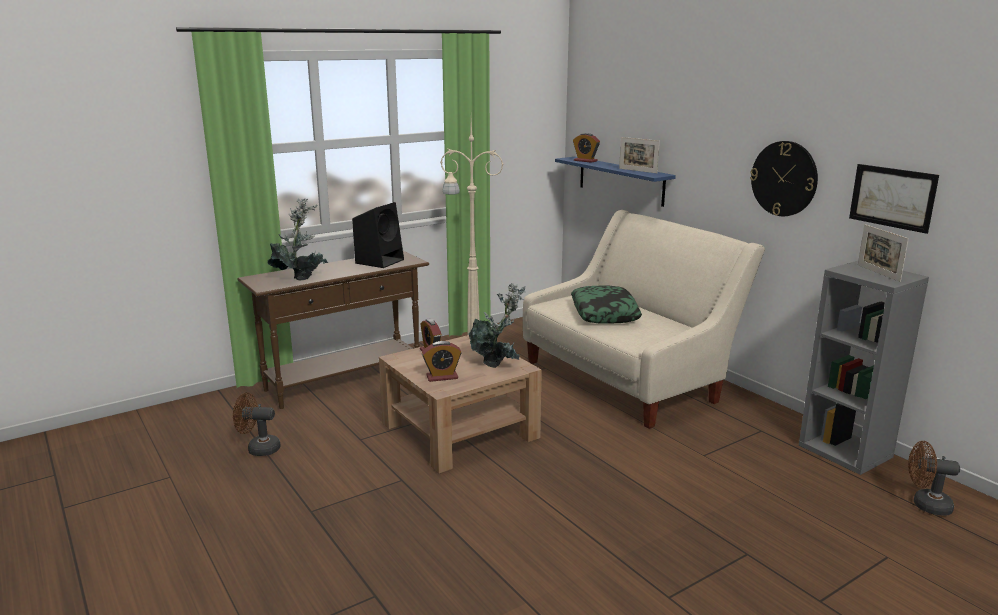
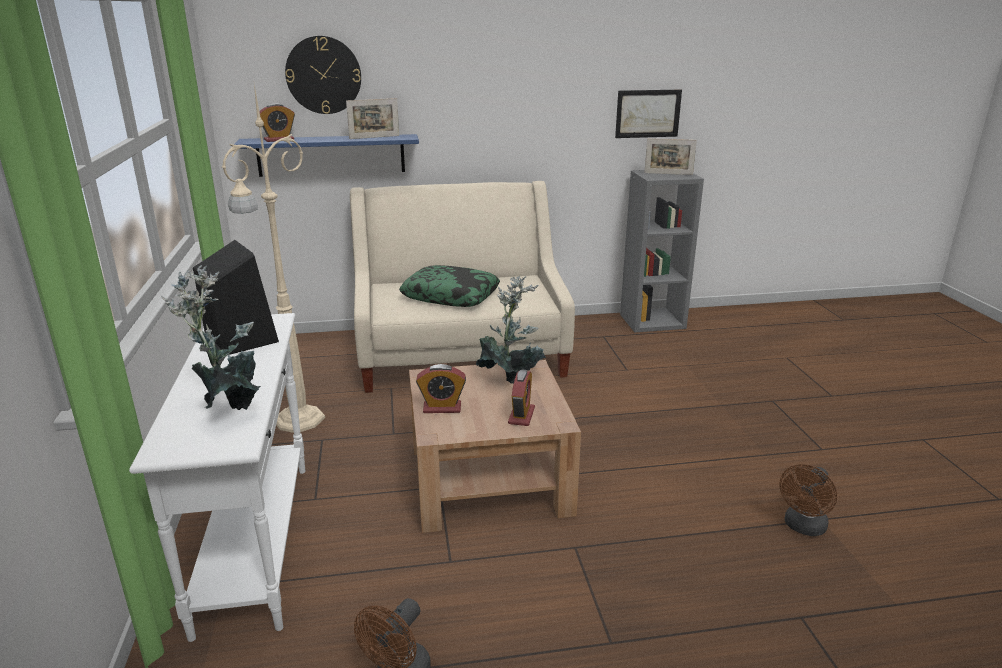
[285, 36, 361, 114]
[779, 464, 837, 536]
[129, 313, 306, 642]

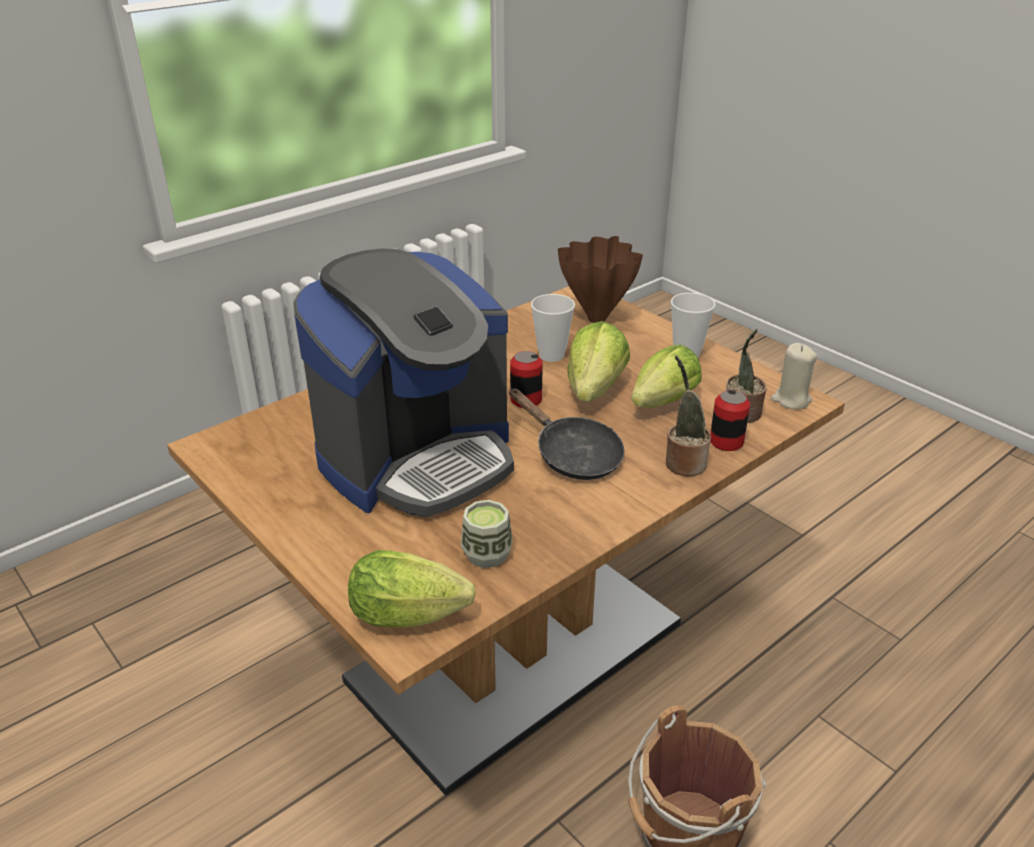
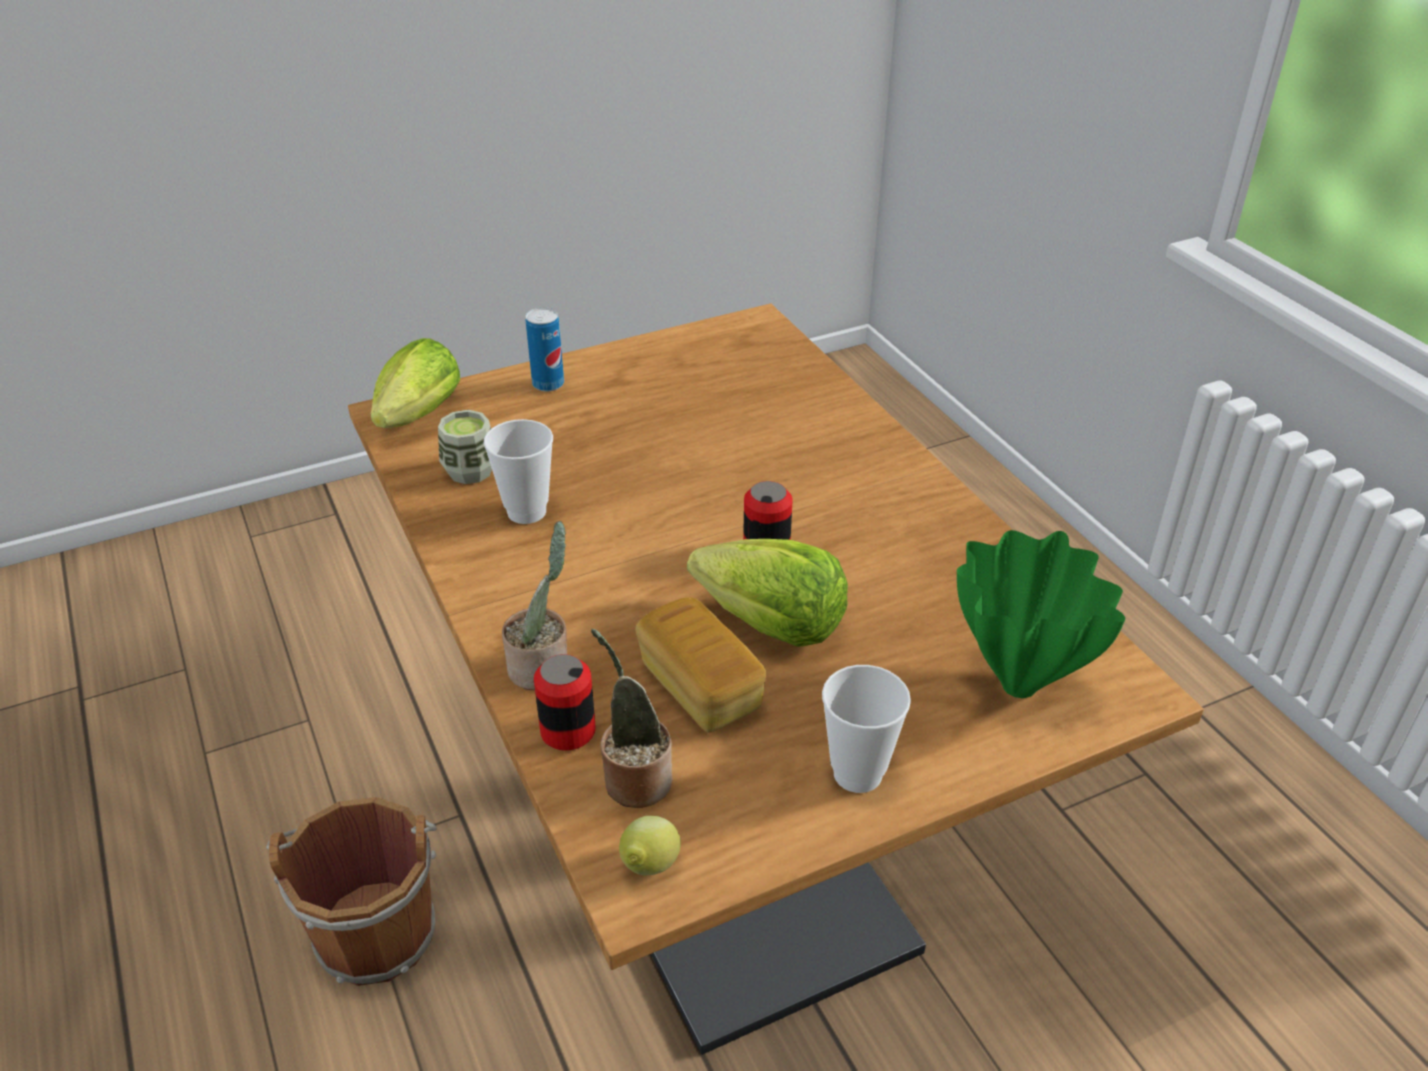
[293, 249, 514, 517] (first image)
[509, 388, 625, 480] (first image)
[526, 307, 564, 392]
[484, 419, 553, 524]
[635, 597, 766, 733]
[619, 816, 681, 875]
[957, 530, 1125, 698]

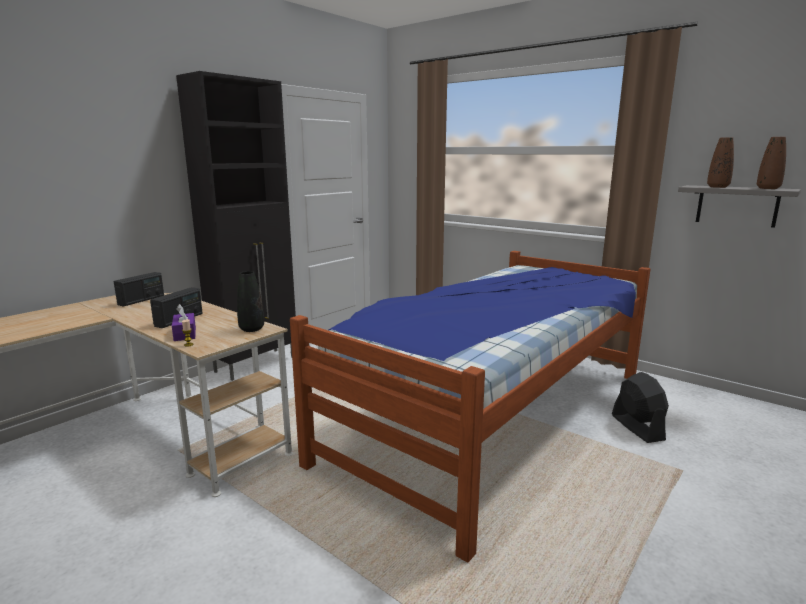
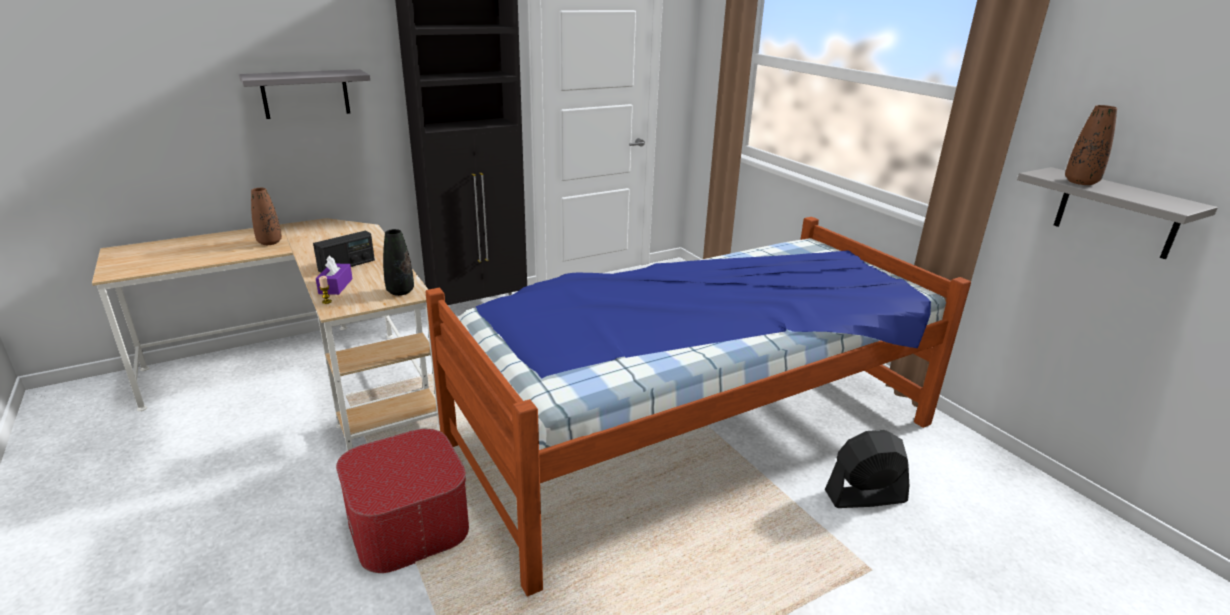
[114, 272, 164, 307] (first image)
[239, 69, 370, 119]
[336, 429, 469, 573]
[251, 188, 282, 245]
[825, 430, 909, 508]

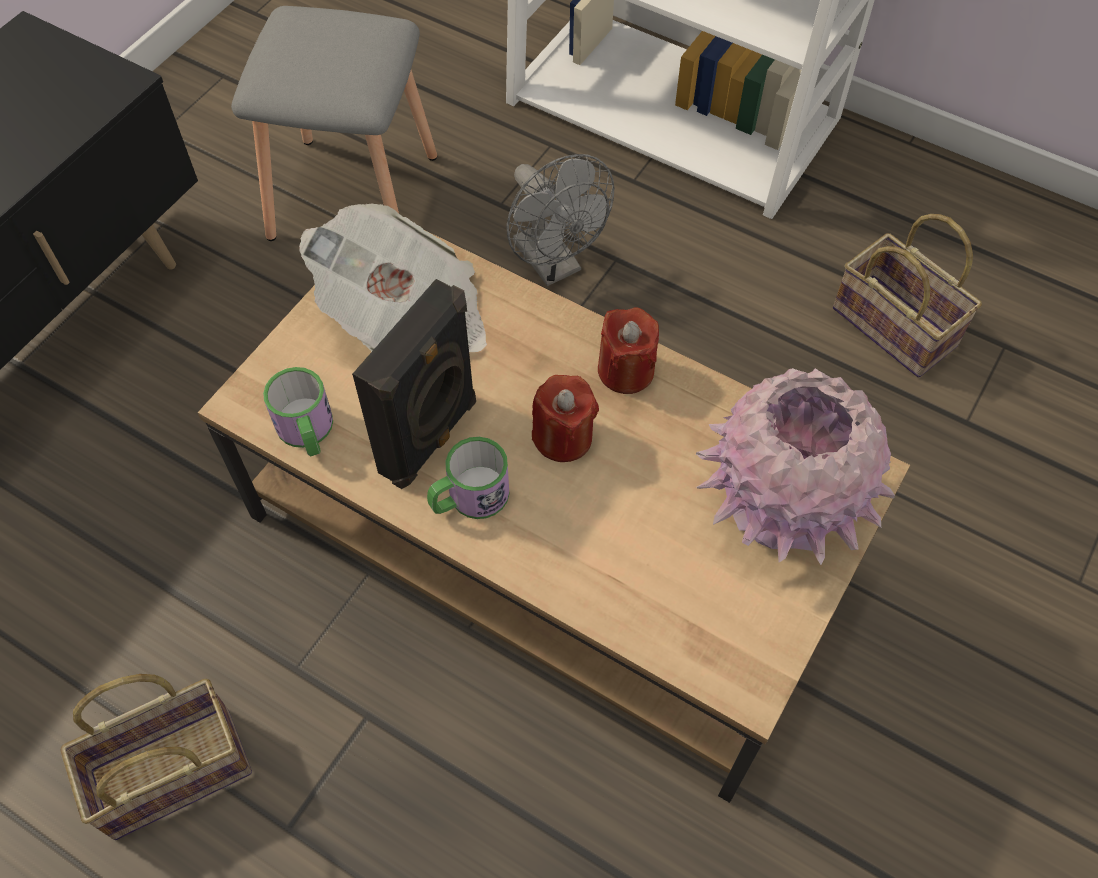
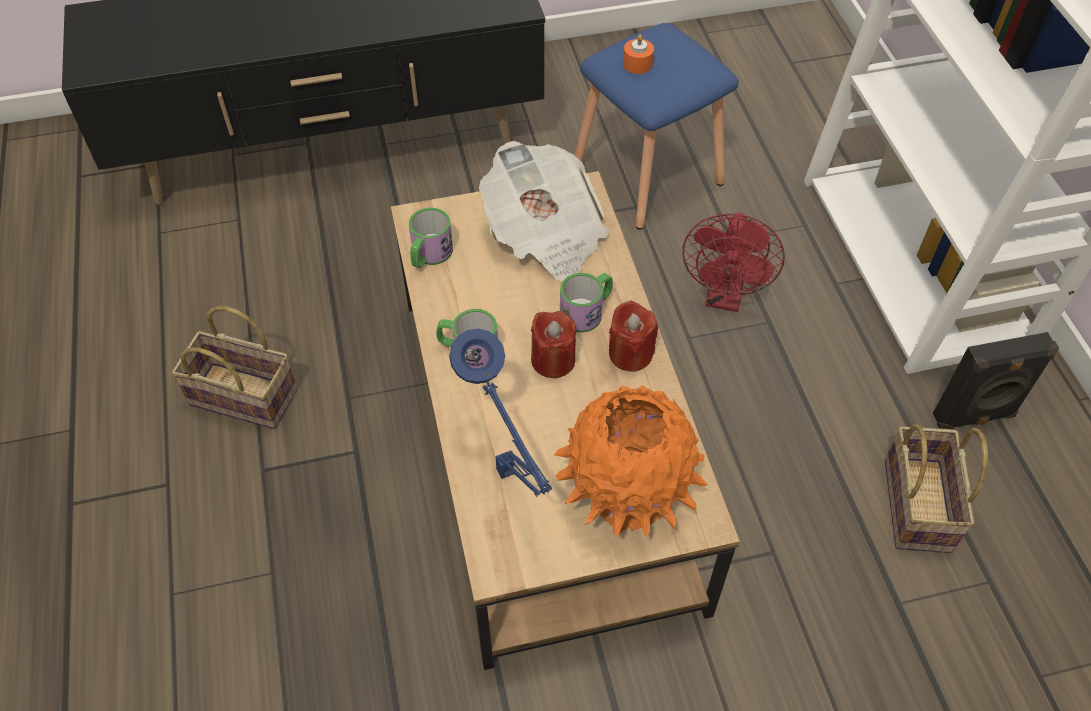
[449, 328, 552, 497]
[560, 273, 613, 333]
[623, 34, 654, 74]
[933, 332, 1059, 429]
[575, 23, 739, 230]
[683, 212, 785, 312]
[554, 386, 708, 538]

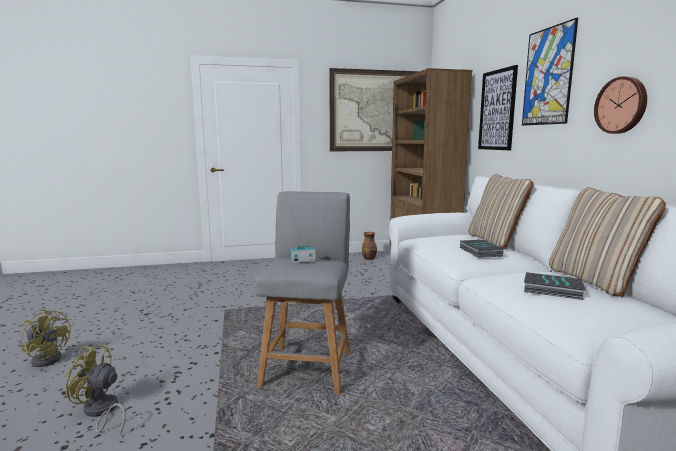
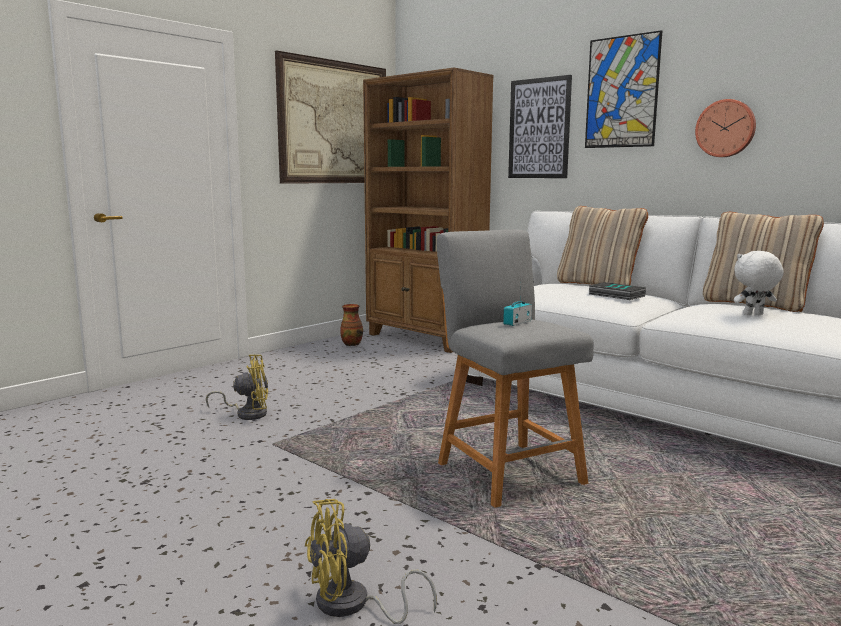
[206, 355, 268, 420]
[734, 251, 784, 315]

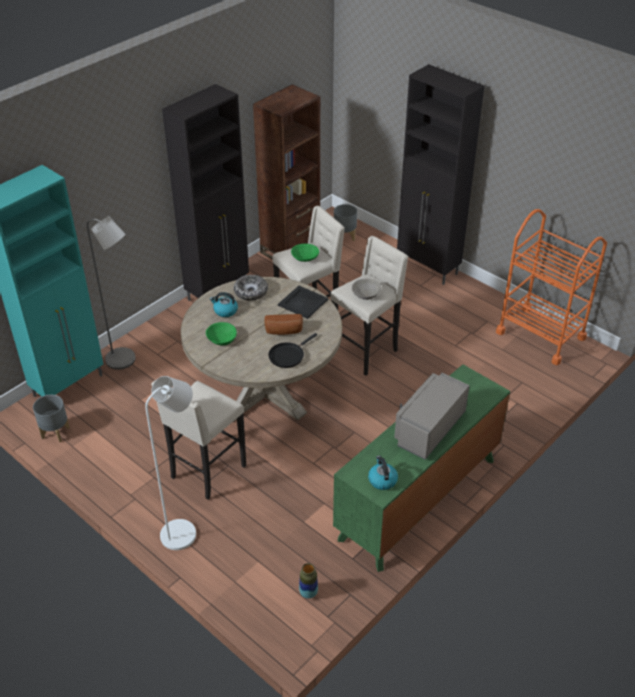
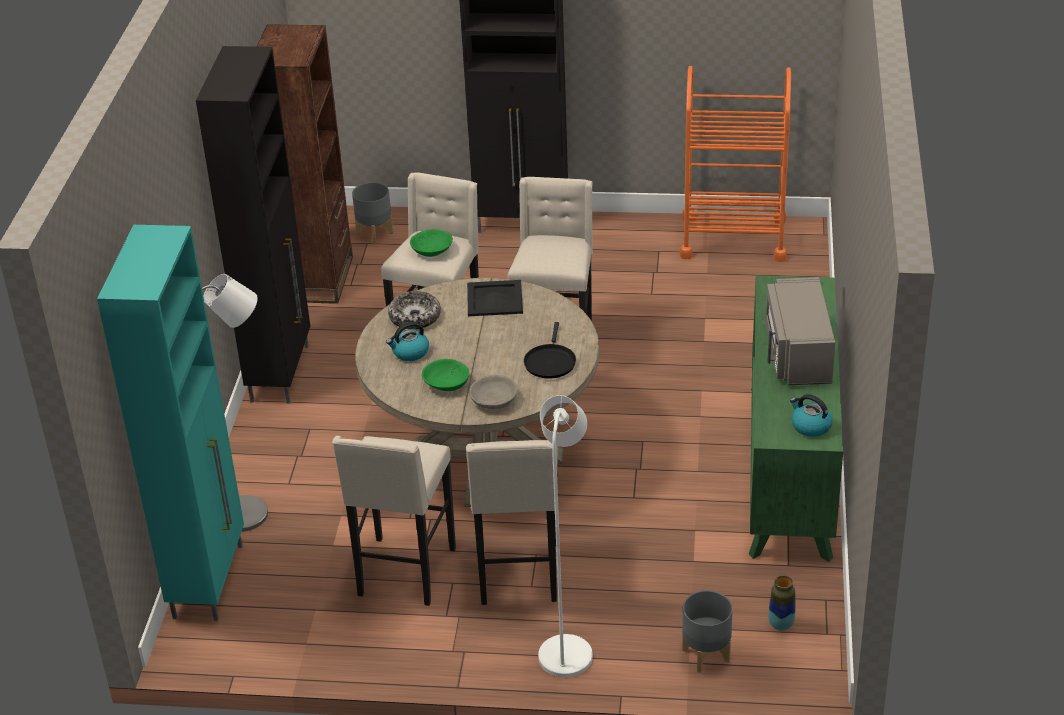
[264, 314, 303, 335] (first image)
[332, 436, 456, 606]
[682, 590, 733, 673]
[469, 375, 517, 409]

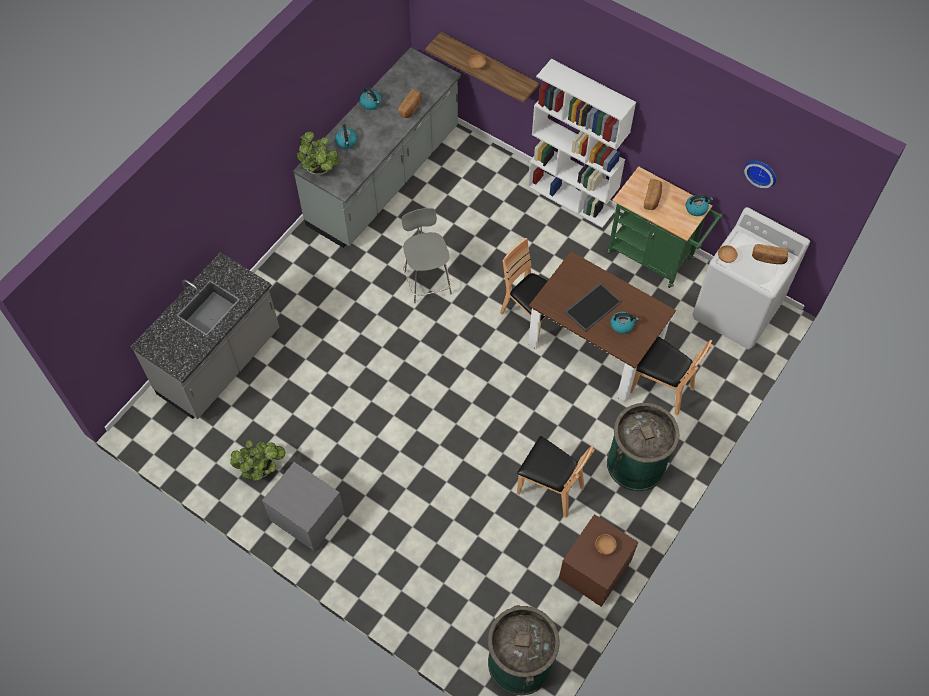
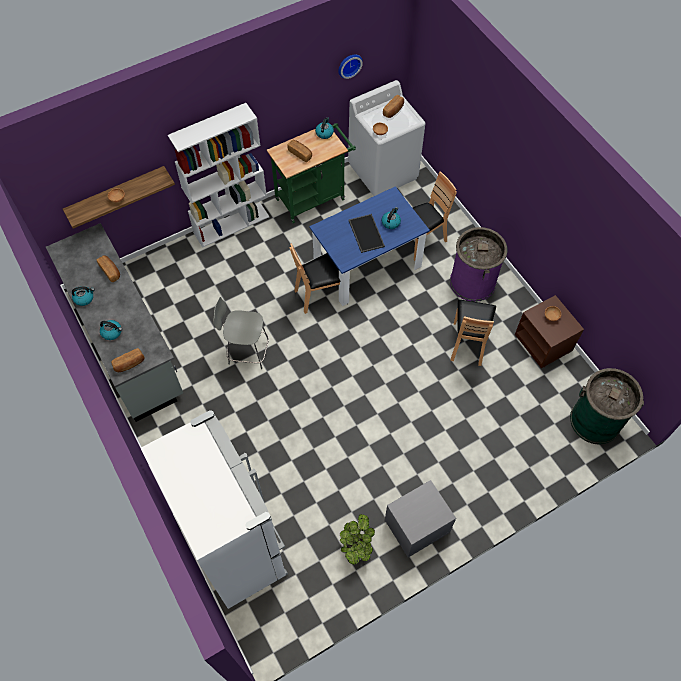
[141, 410, 288, 609]
[111, 348, 145, 372]
[309, 186, 430, 306]
[450, 227, 508, 302]
[450, 300, 496, 366]

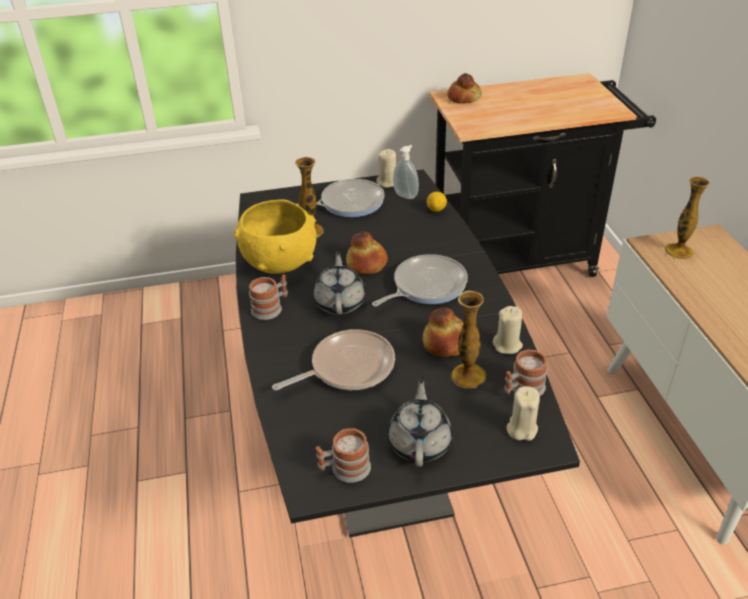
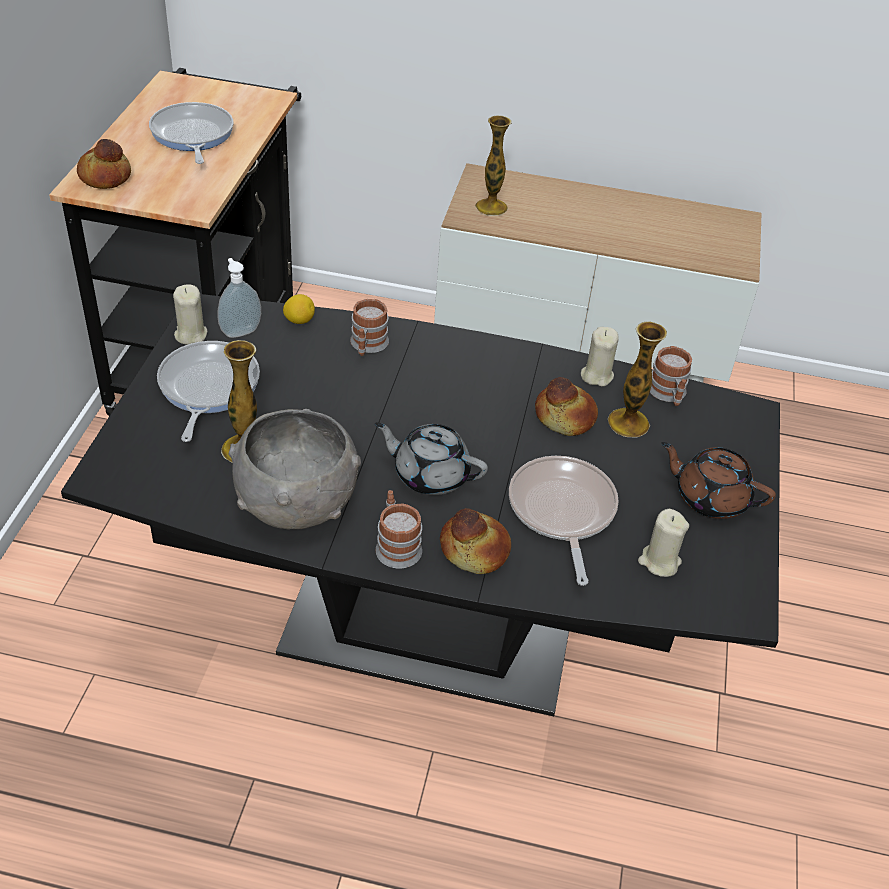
[350, 299, 389, 356]
[440, 508, 511, 574]
[149, 102, 234, 164]
[638, 509, 689, 577]
[228, 409, 361, 530]
[661, 442, 776, 519]

